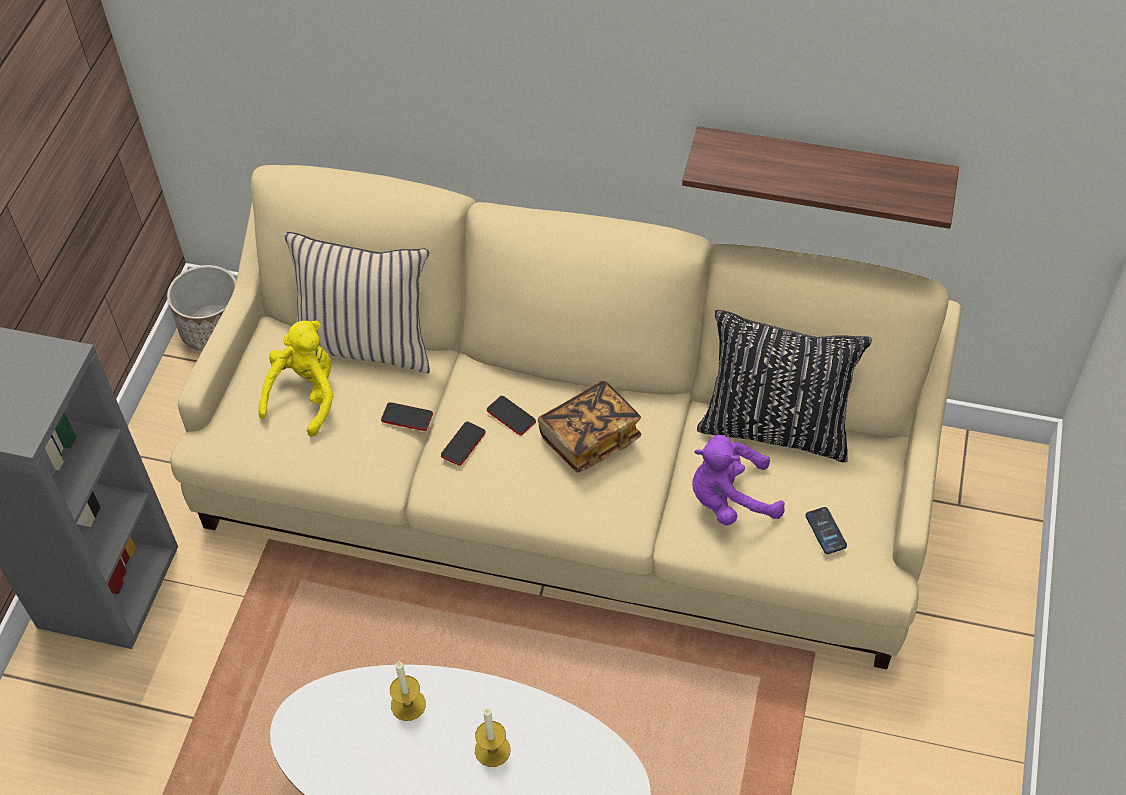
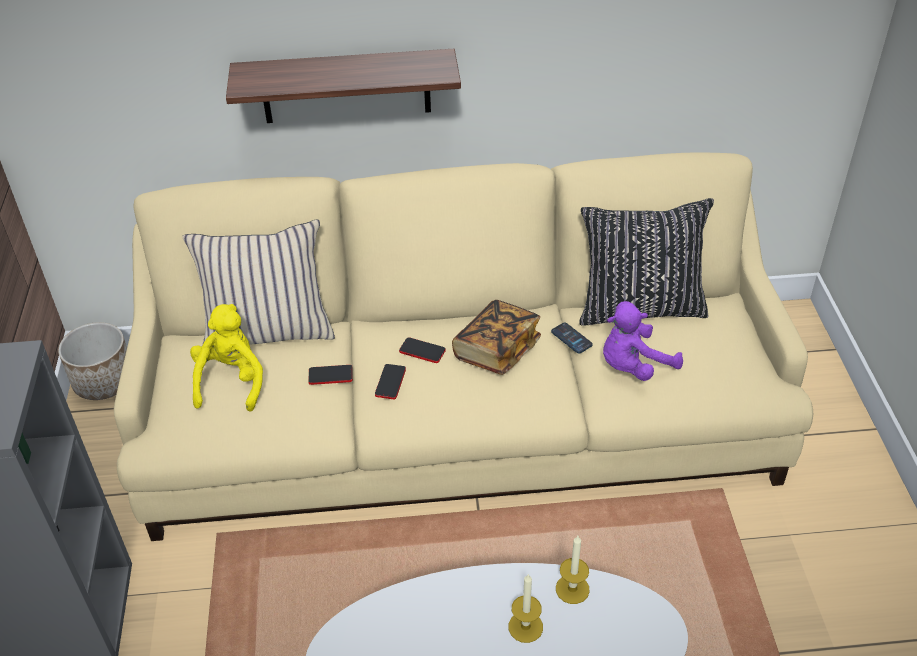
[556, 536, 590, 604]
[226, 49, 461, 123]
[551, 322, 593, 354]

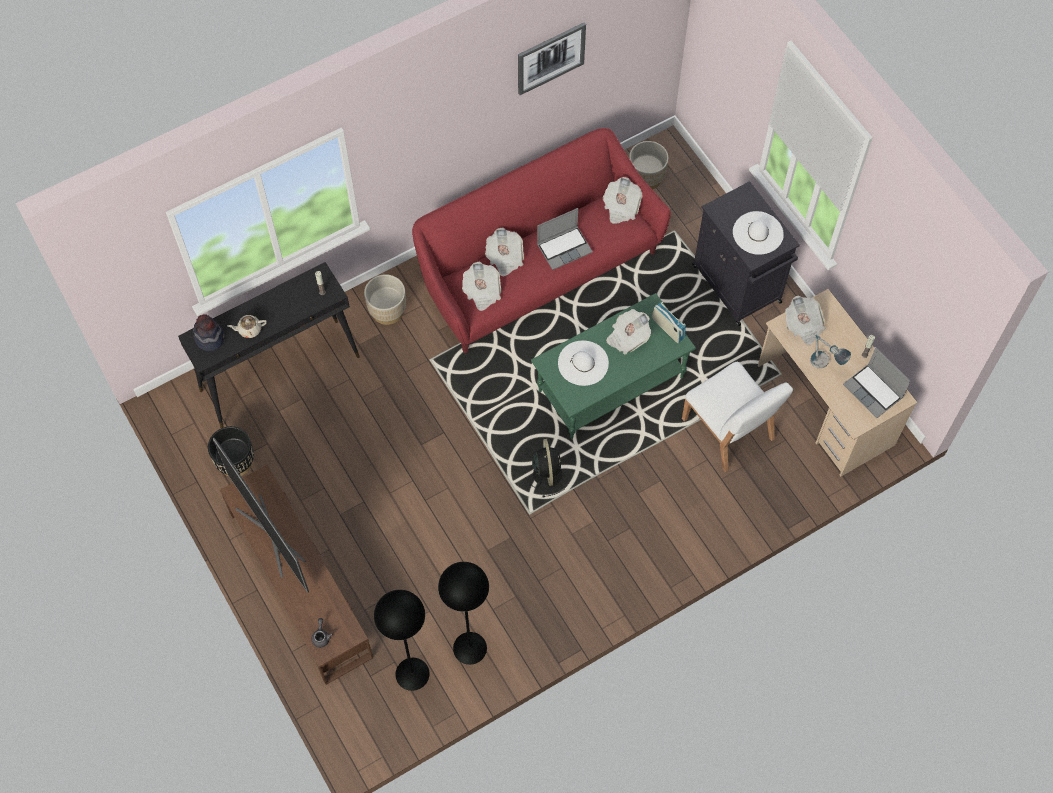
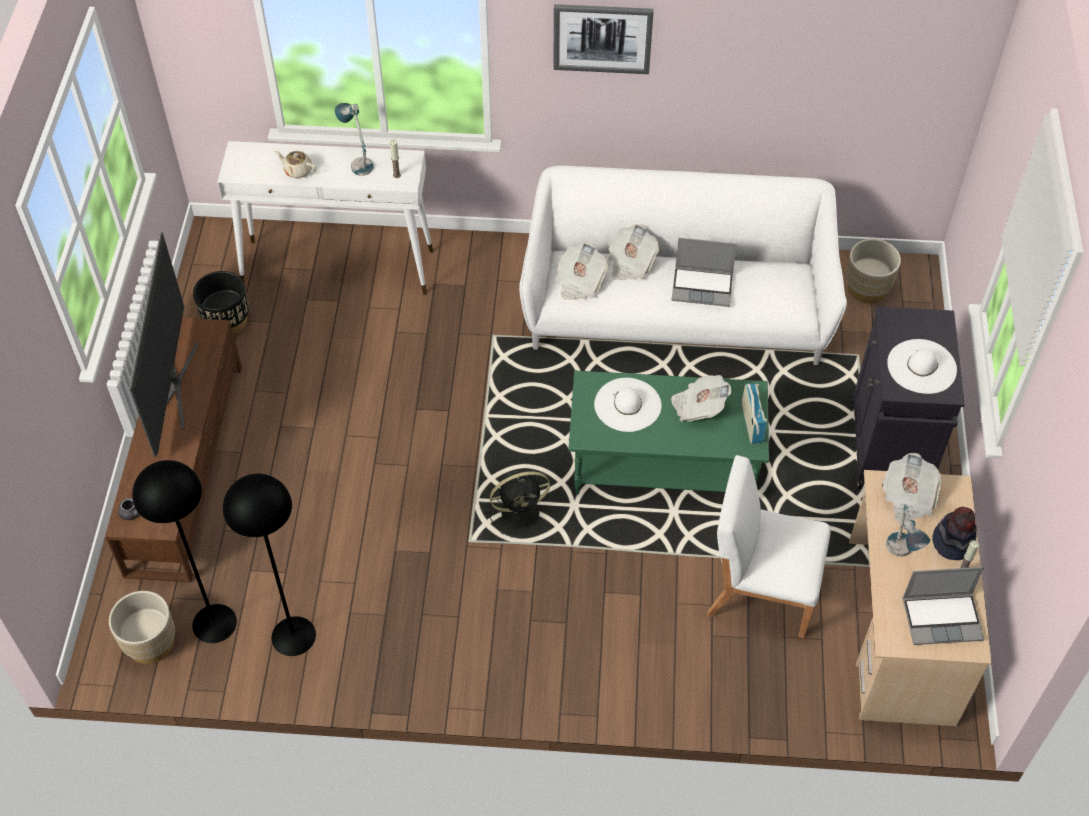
[603, 177, 643, 224] (first image)
[335, 103, 373, 176]
[932, 507, 977, 560]
[109, 591, 175, 664]
[553, 4, 654, 74]
[217, 141, 433, 295]
[519, 166, 847, 365]
[487, 471, 550, 537]
[707, 455, 831, 638]
[903, 567, 984, 645]

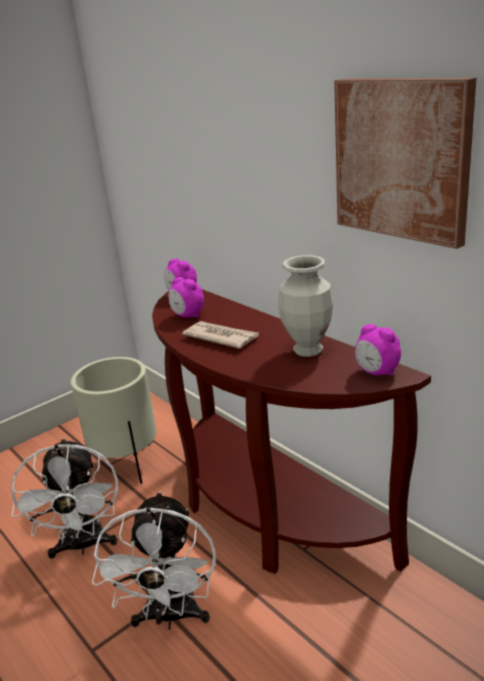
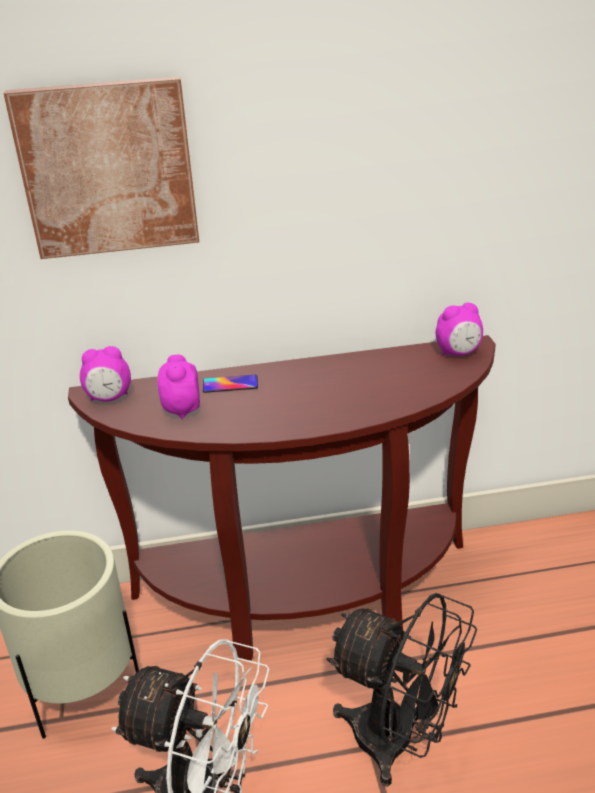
[182, 321, 259, 349] (first image)
[278, 255, 334, 357] (first image)
[203, 375, 258, 393]
[4, 76, 199, 259]
[326, 593, 477, 787]
[157, 355, 200, 420]

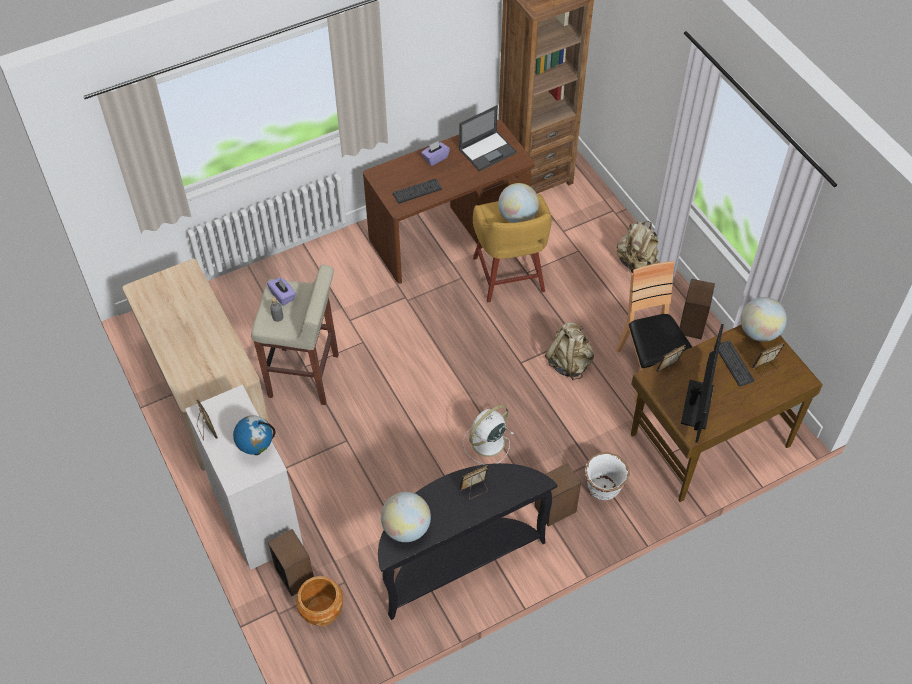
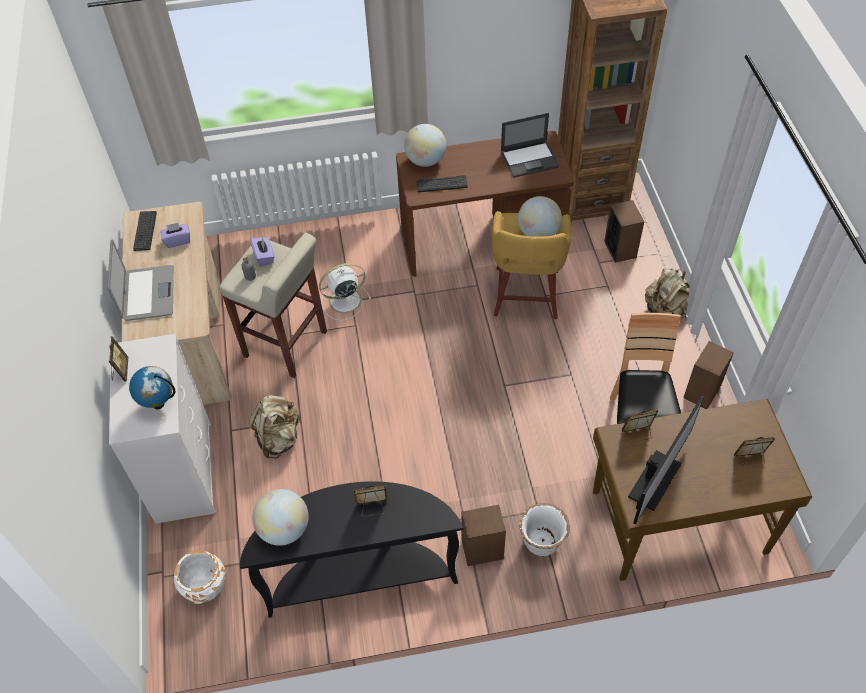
[107, 239, 174, 321]
[604, 200, 644, 263]
[160, 223, 190, 248]
[319, 263, 371, 321]
[249, 395, 302, 459]
[133, 211, 157, 251]
[404, 124, 446, 167]
[174, 550, 226, 604]

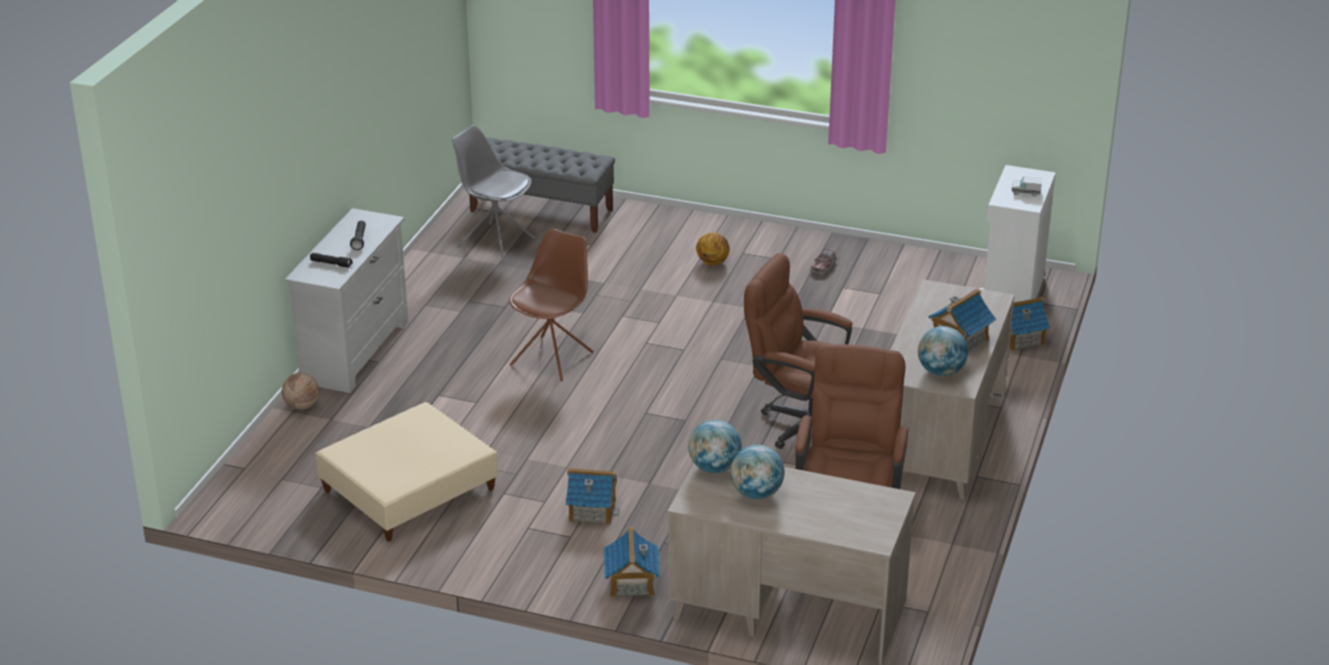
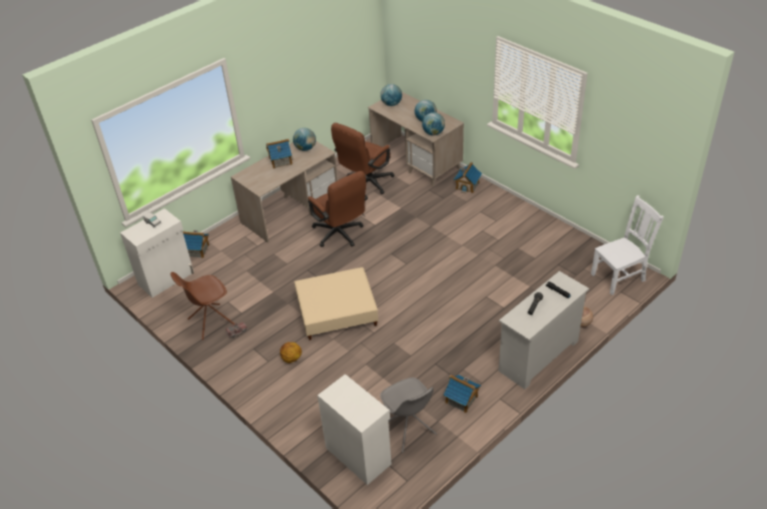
[380, 84, 402, 106]
[591, 195, 664, 295]
[294, 267, 378, 340]
[171, 272, 235, 340]
[443, 375, 481, 413]
[317, 374, 391, 485]

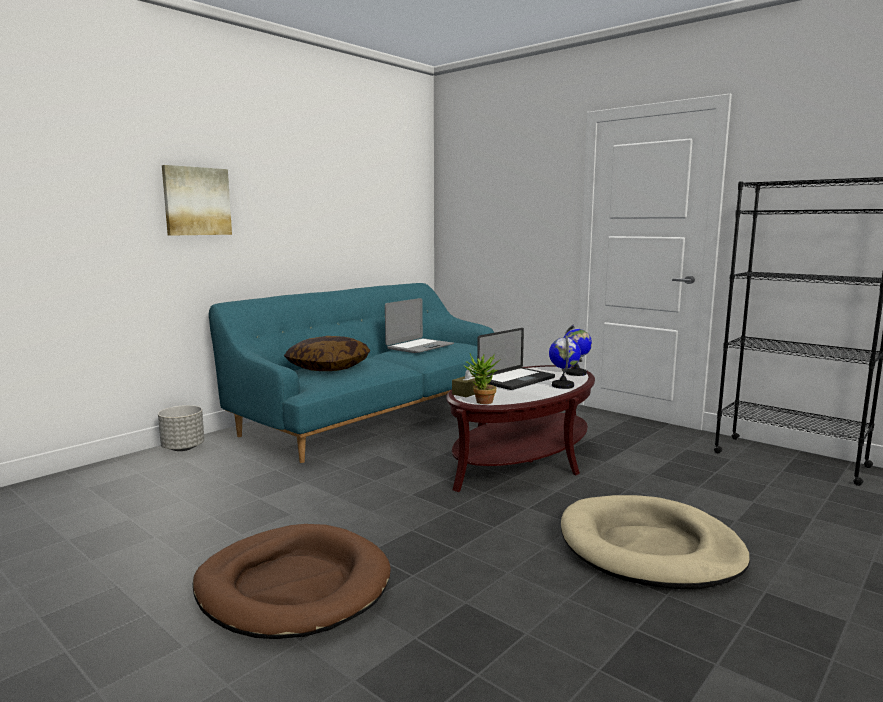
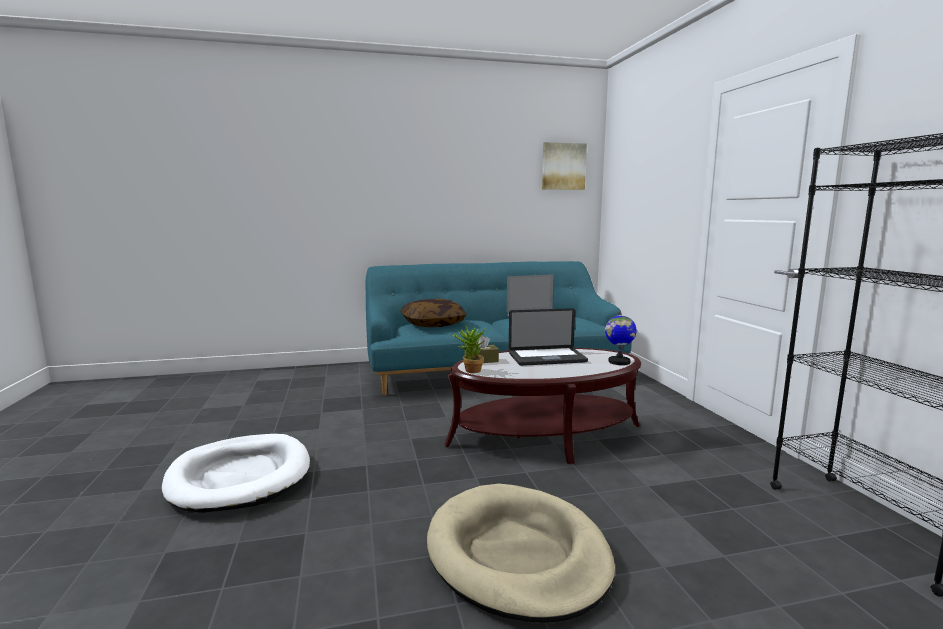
[158, 405, 205, 451] (first image)
[549, 335, 581, 389] (first image)
[542, 142, 587, 190]
[162, 434, 310, 513]

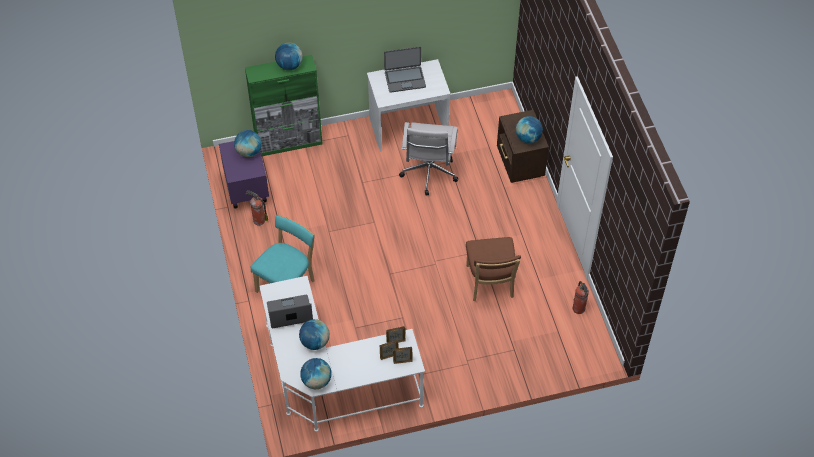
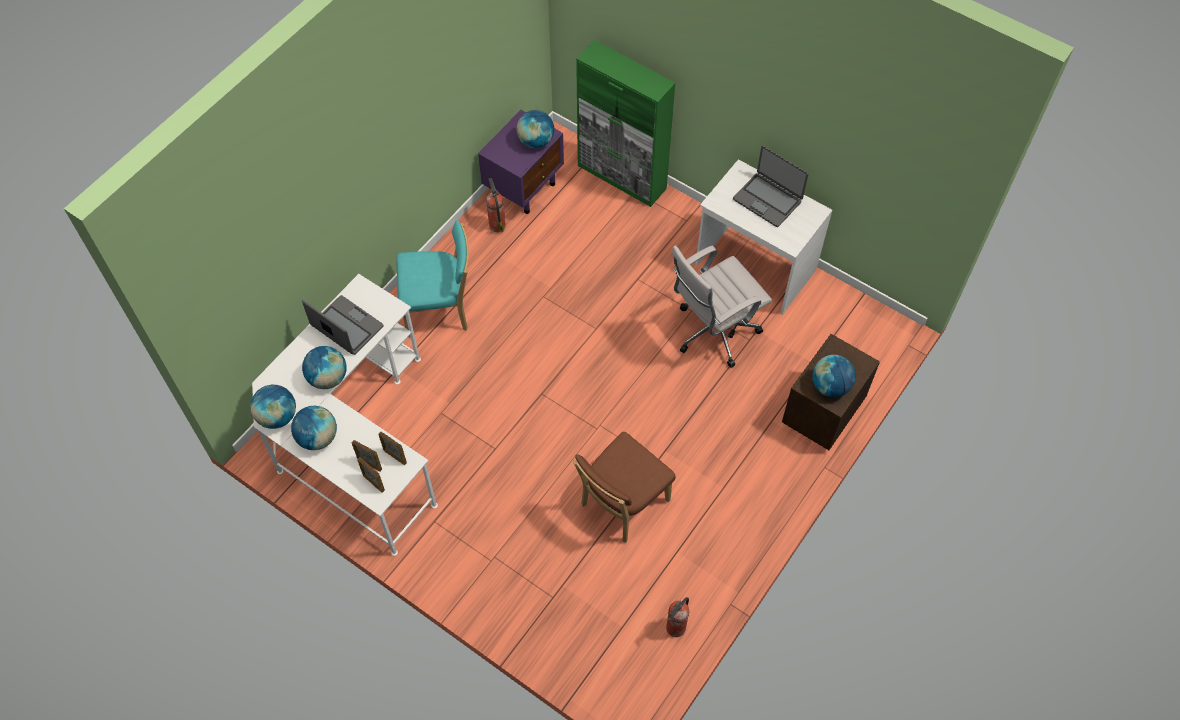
[291, 406, 337, 450]

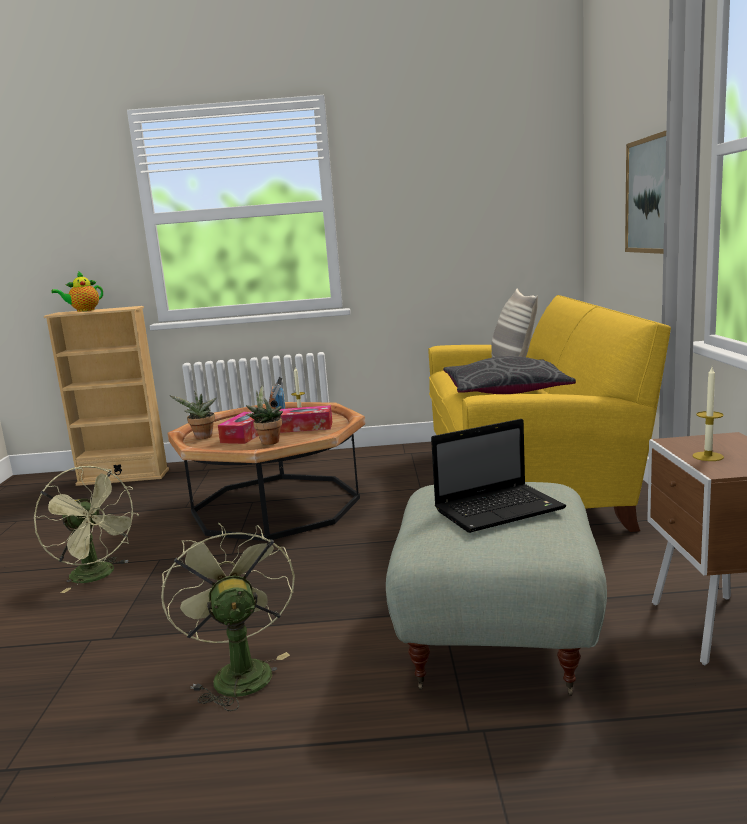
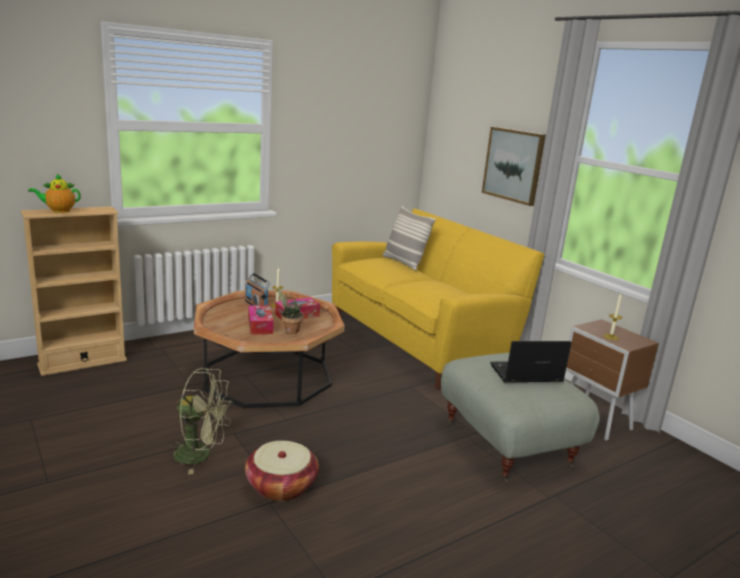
[161, 523, 295, 711] (first image)
[169, 391, 217, 439] (first image)
[443, 356, 576, 394] (first image)
[245, 441, 319, 501]
[28, 174, 81, 213]
[490, 341, 572, 382]

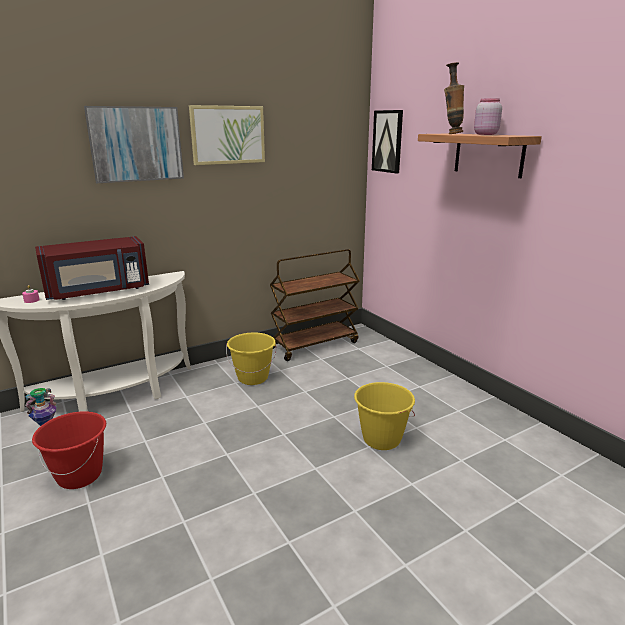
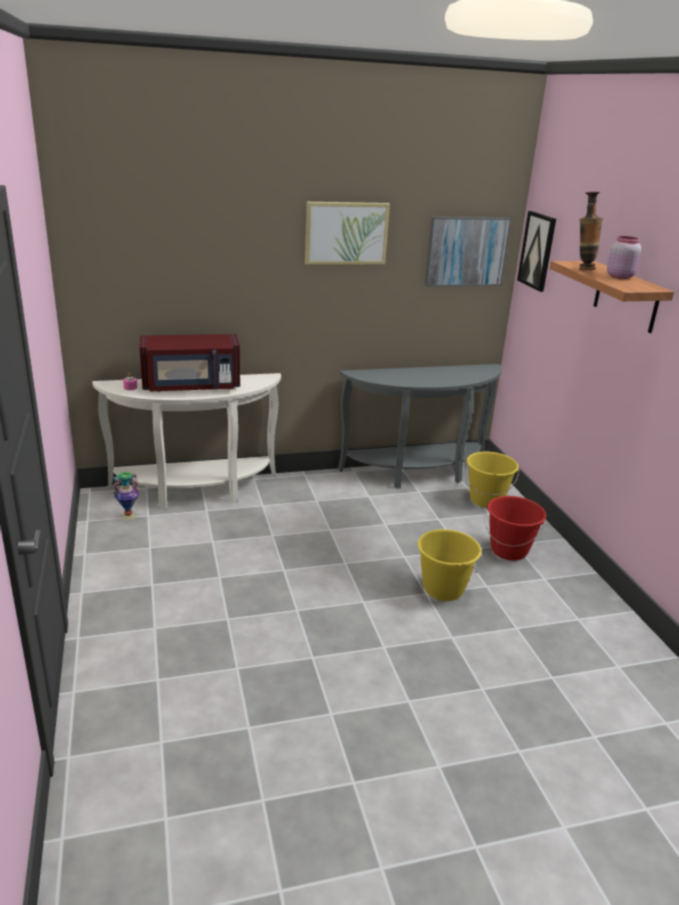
[484, 496, 546, 561]
[425, 217, 511, 287]
[464, 452, 519, 508]
[338, 364, 502, 489]

